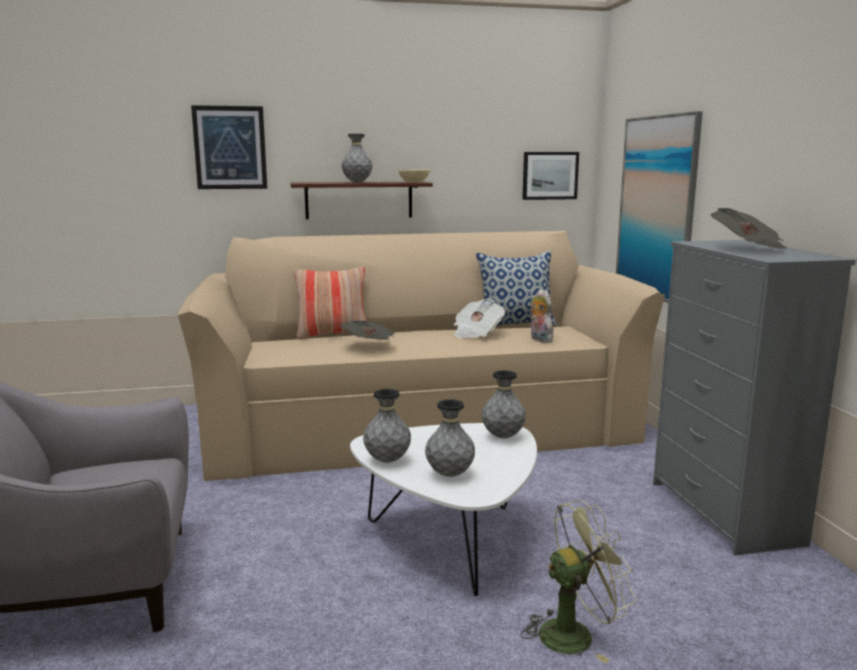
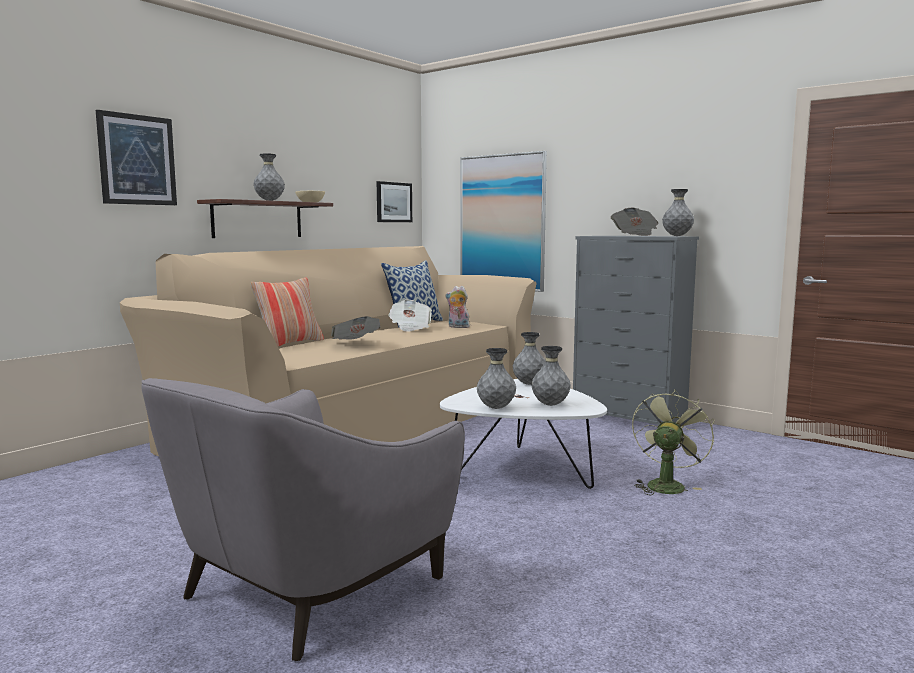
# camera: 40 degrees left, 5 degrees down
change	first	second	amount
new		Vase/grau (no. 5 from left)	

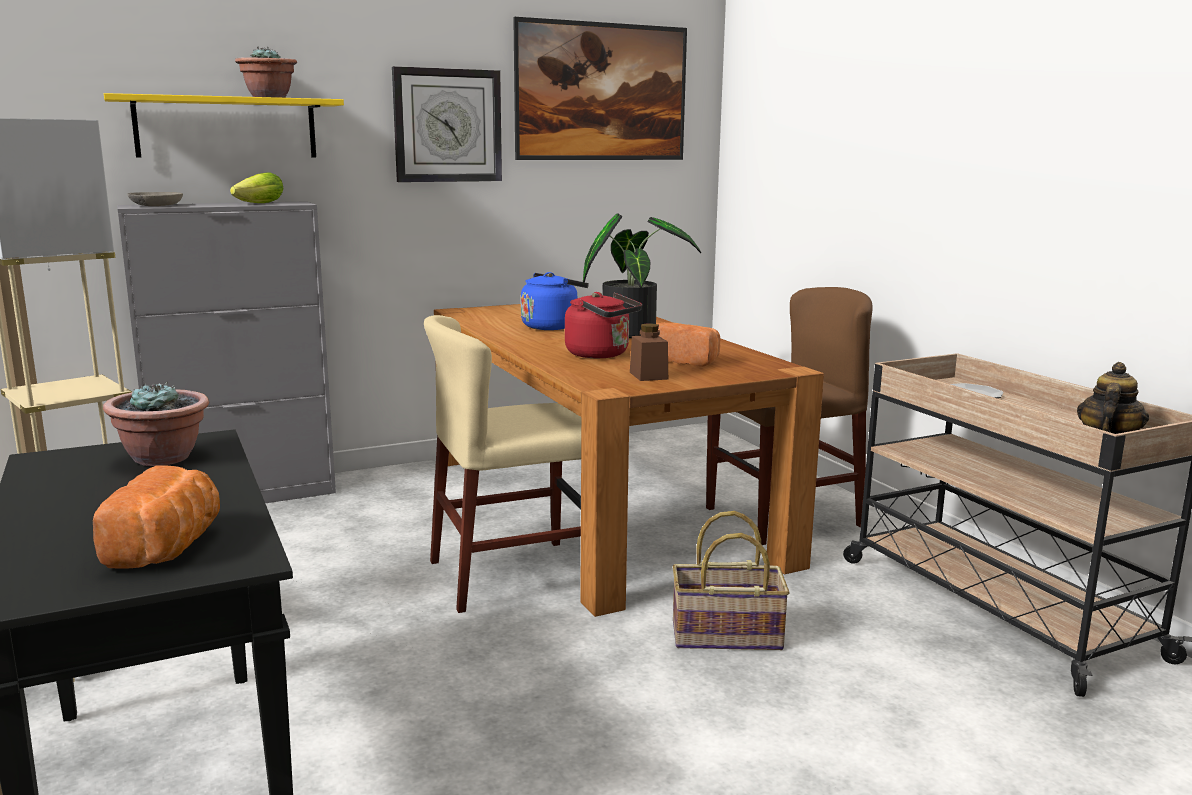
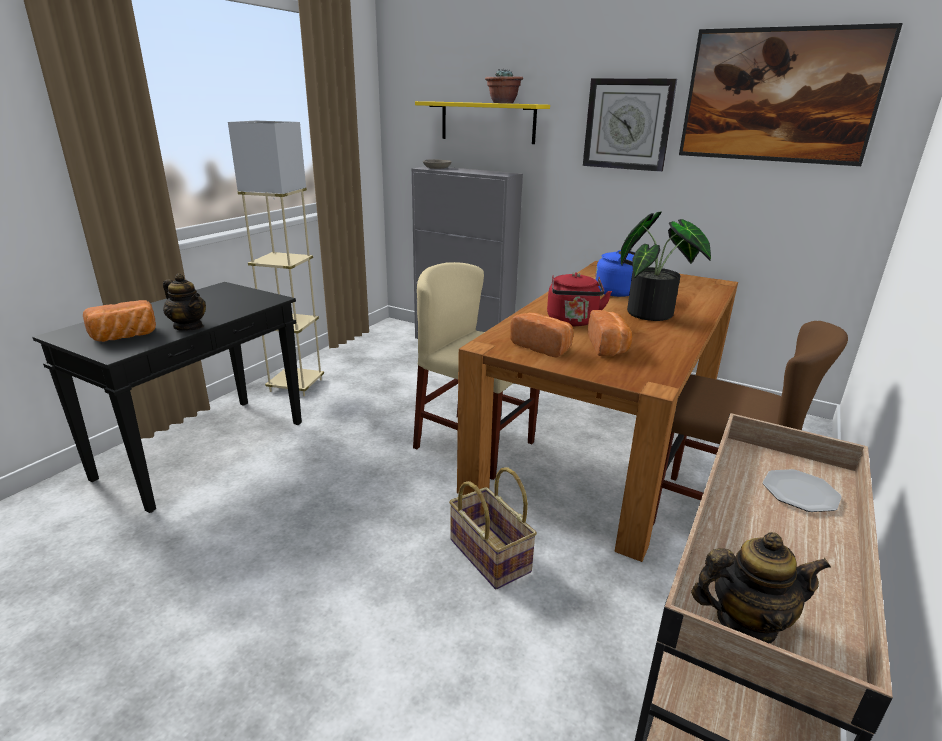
# camera: 55 degrees right, 10 degrees up
change	first	second	amount
gone	Salatkopf		
swapped	Vorratsglas/braun	Brot (no. 2 from left)	
gone	Topfpflanze (no. 1 from left)		
new		Teekanne (no. 1 from left)	

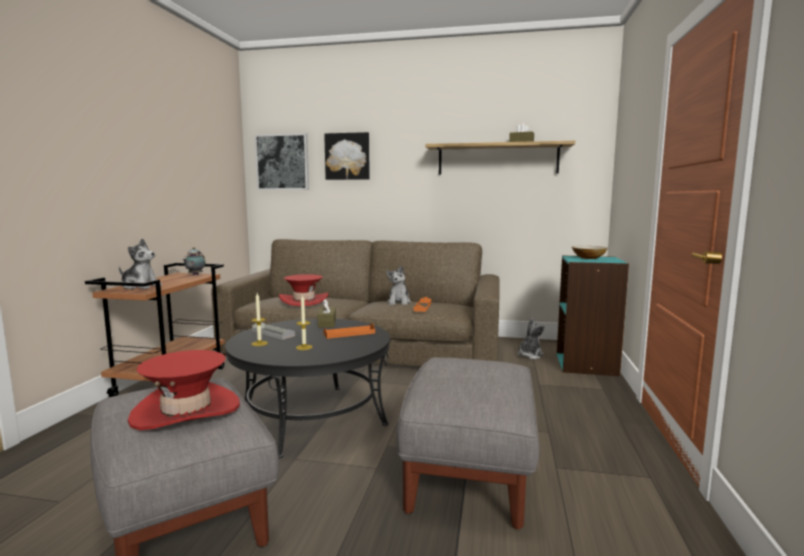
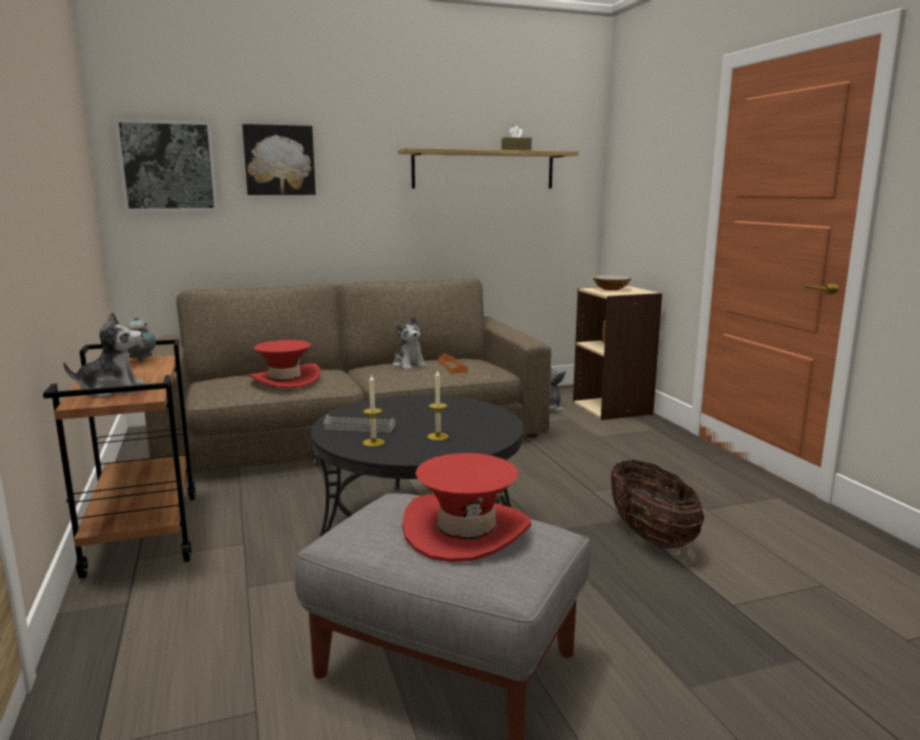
# camera: 30 degrees left, 5 degrees up
change	first	second	amount
repainted	Bücherregal/türkis	Bücherregal/beige	
gone	Taschentuchbox/braun (no. 1 from left)		
gone	Tablett/orange (no. 1 from left)		
swapped	Polsterhocker/grau (no. 2 from left)	Korb	

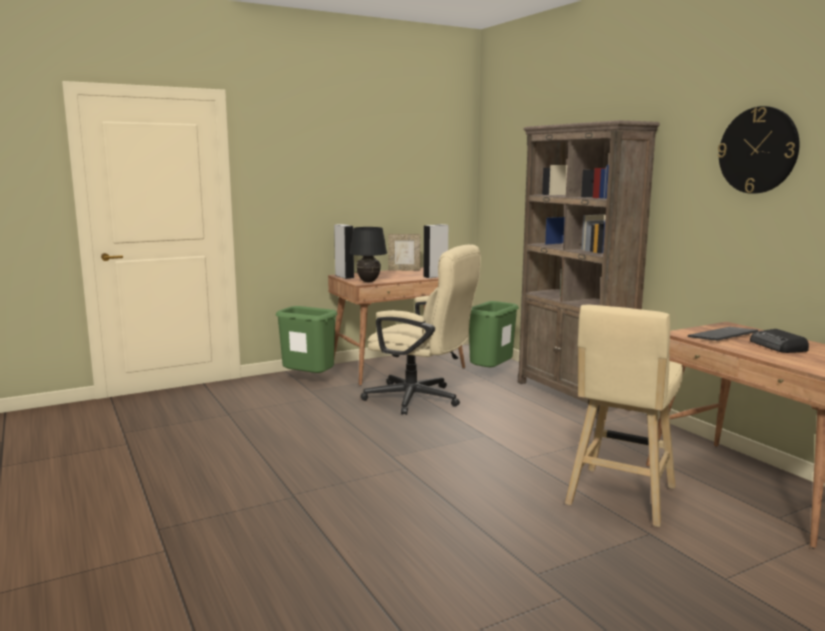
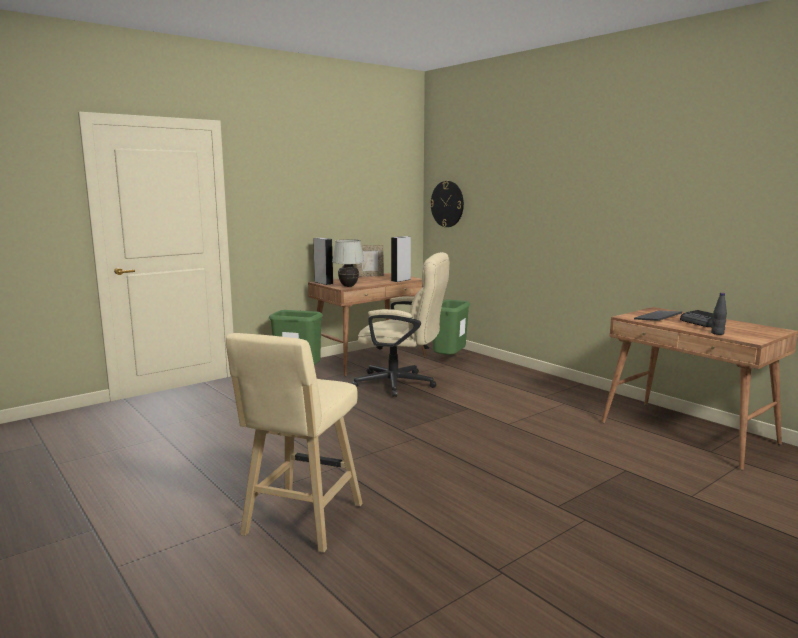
# camera: 10 degrees left, 0 degrees up
change	first	second	amount
shifted	Wanduhr		
gone	Bücherregal/braun		
repainted	Tischlampe/schwarz	Tischlampe/weiß	
shifted	Hocker/beige		
new		Flasche/schwarz	

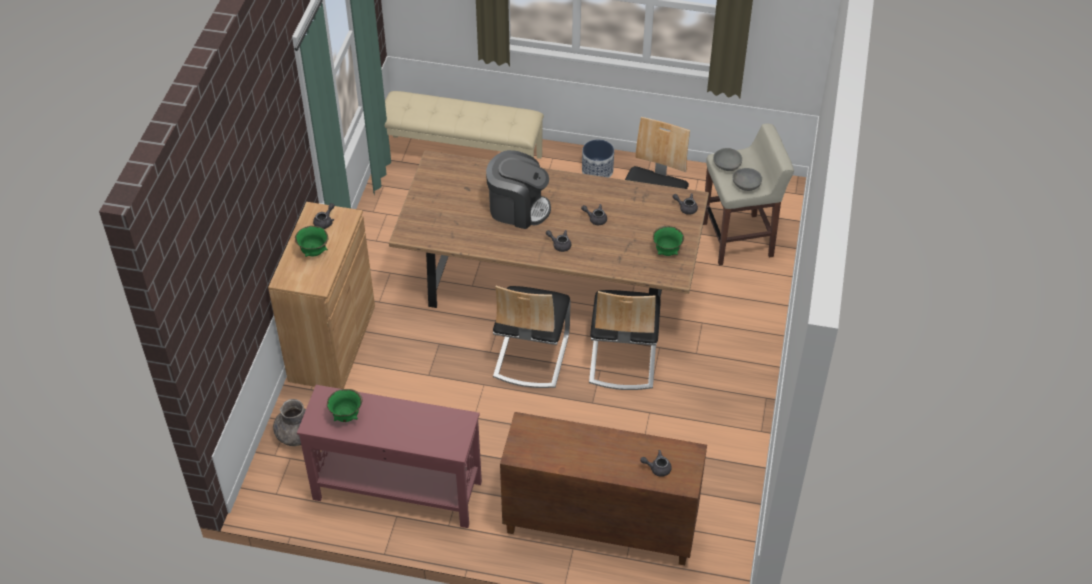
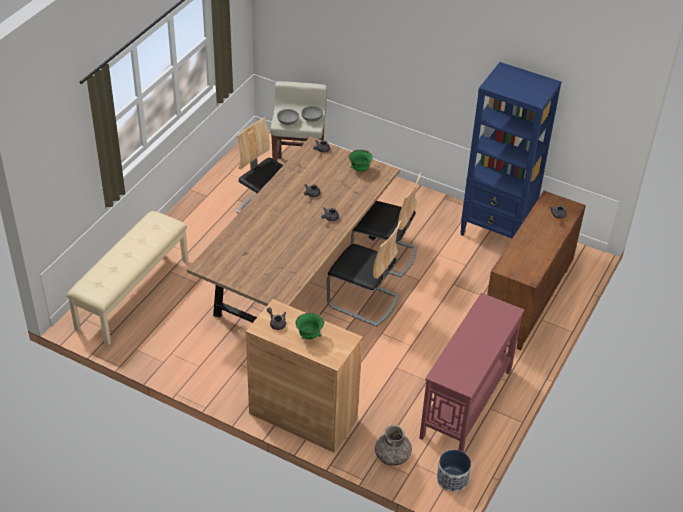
# camera: 75 degrees left, 5 degrees down
change	first	second	amount
shifted	Pflanzkübel		
gone	Kaffeemaschine		
gone	Schüssel/grün (no. 2 from left)		
new		Bücherregal/blau	

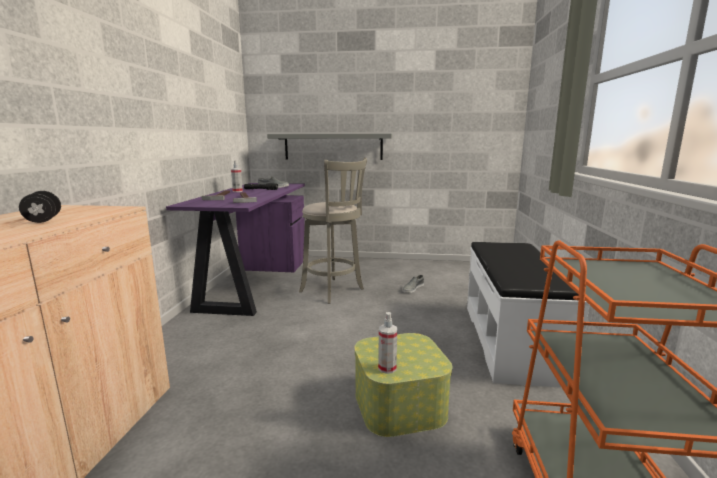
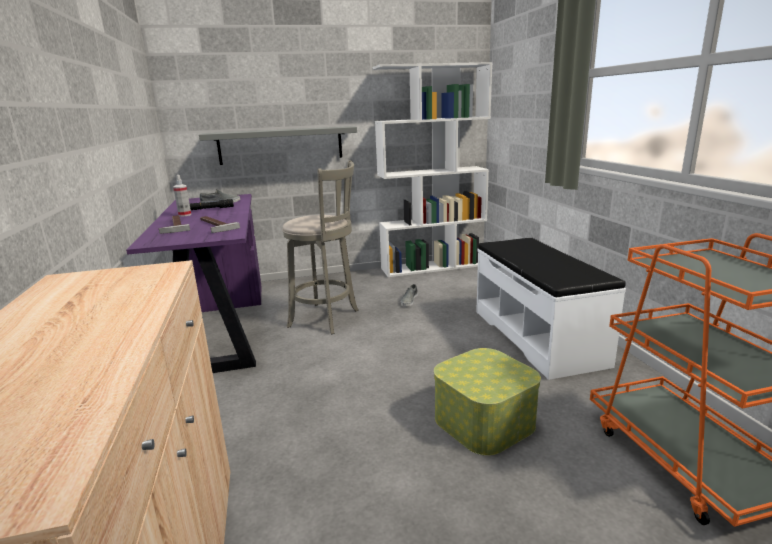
# camera: 20 degrees left, 5 degrees up
change	first	second	amount
gone	Hantel/schwarz		
gone	Sprühflasche (no. 2 from left)		
new		Bücherregal/weiß	

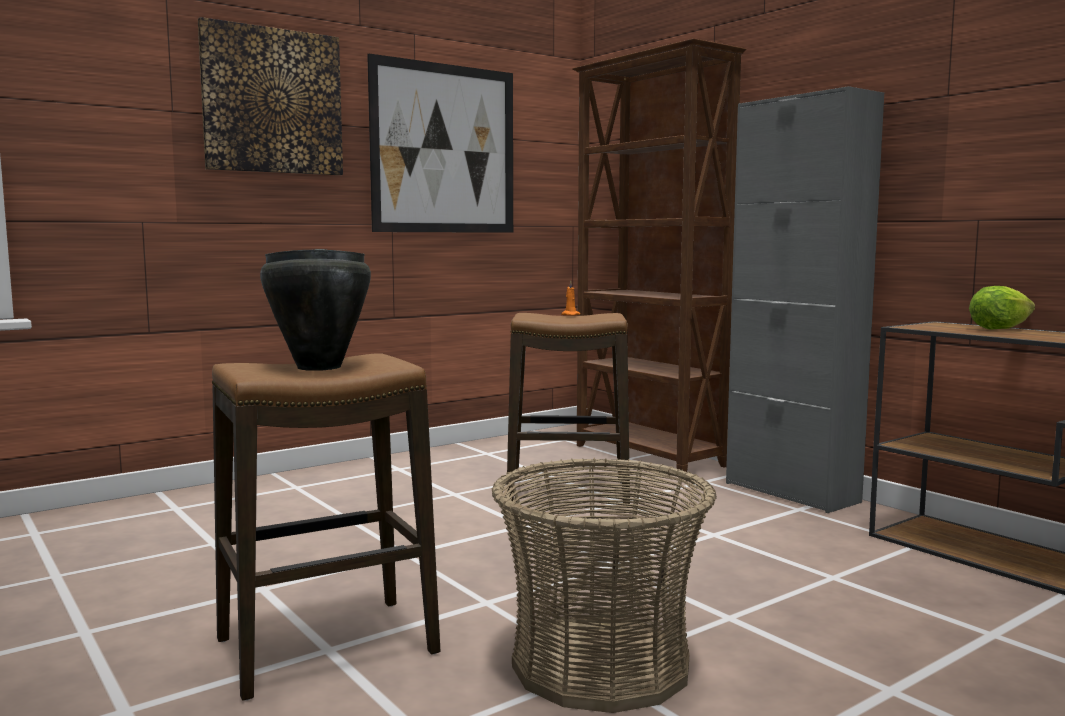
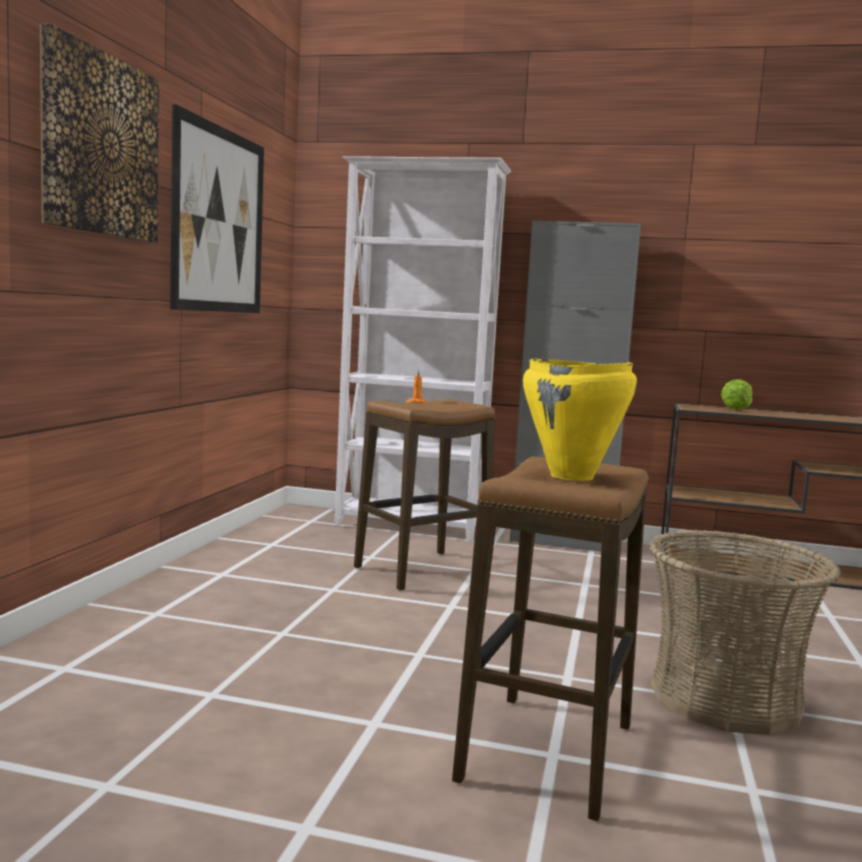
# camera: 40 degrees left, 0 degrees up
change	first	second	amount
repainted	Bücherregal/braun	Bücherregal/weiß	
repainted	Kochtopf/schwarz	Kochtopf/gelb	

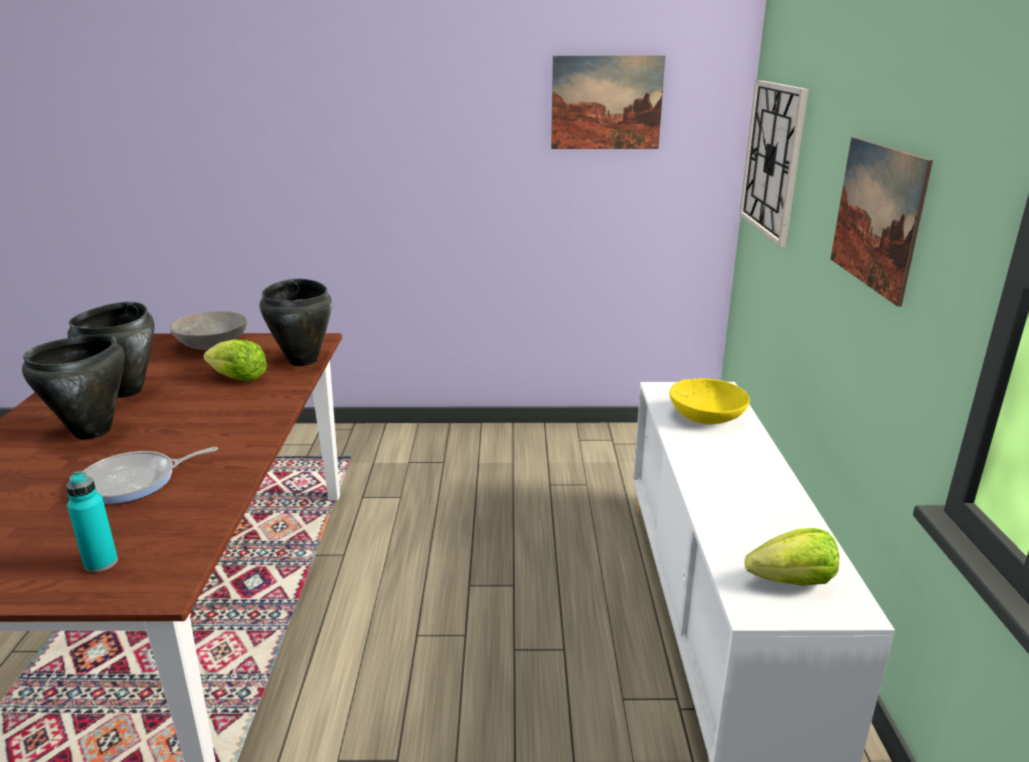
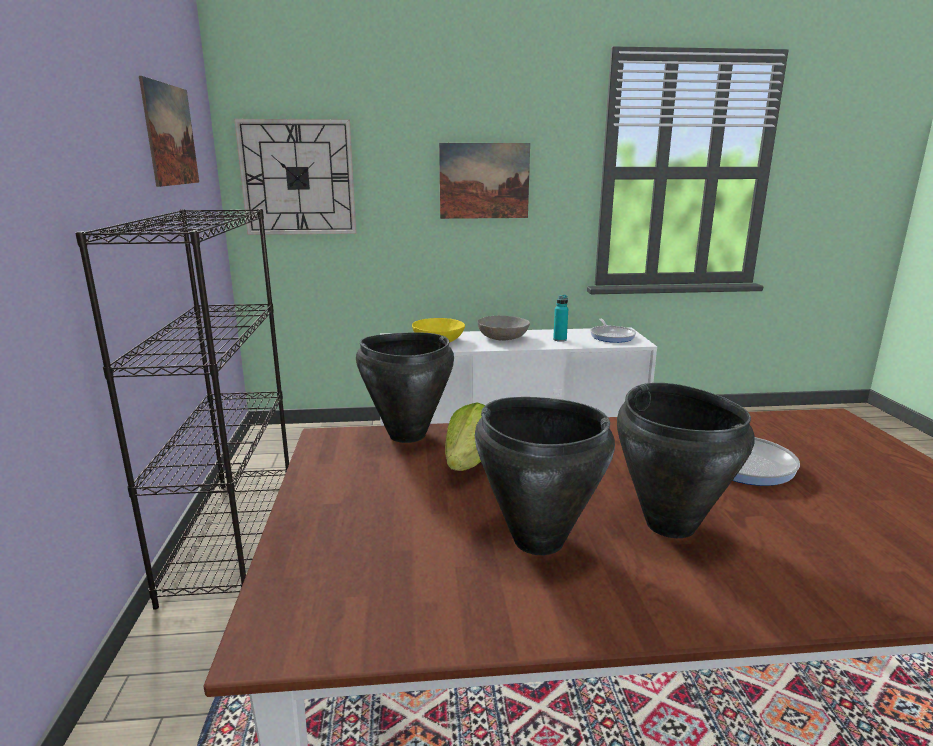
# camera: 95 degrees left, 5 degrees down
change	first	second	amount
shifted	Schüssel/grau		
shifted	Flasche/türkis		
swapped	Salatkopf (no. 2 from left)	Pfanne (no. 1 from left)	
new		Bücherregal/schwarz	

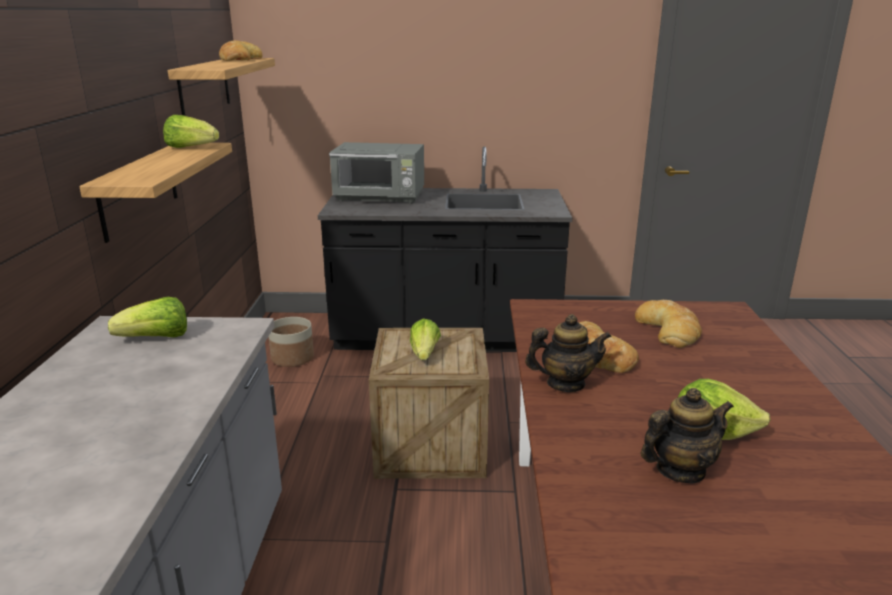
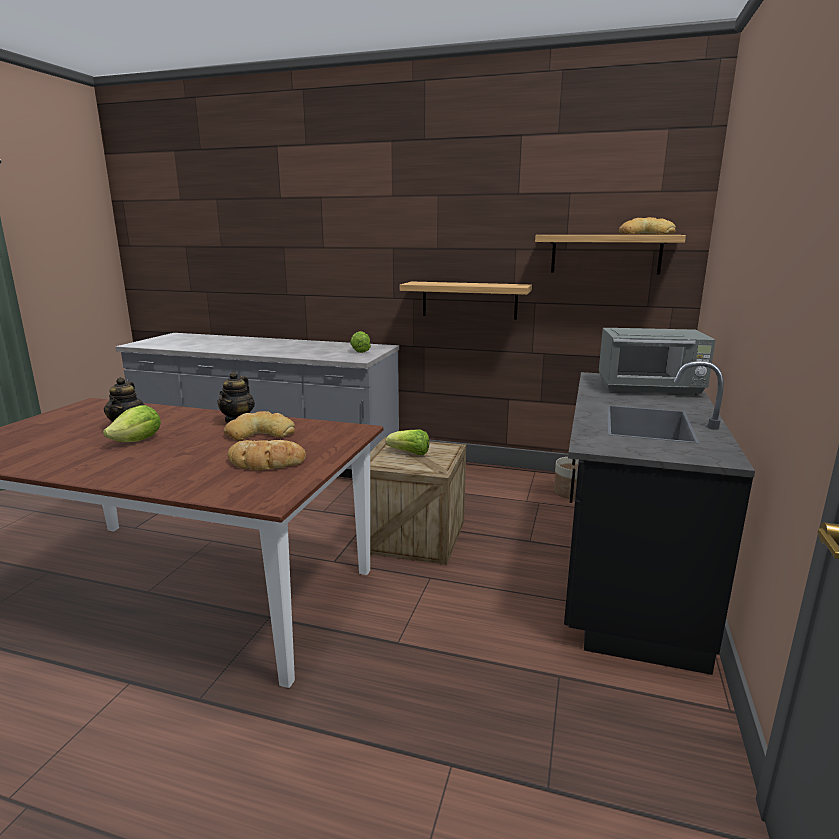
# camera: 105 degrees right, 5 degrees down
change	first	second	amount
gone	Salatkopf (no. 2 from left)		
rotated	Mikrowelle/grau		105 degrees counterclockwise

